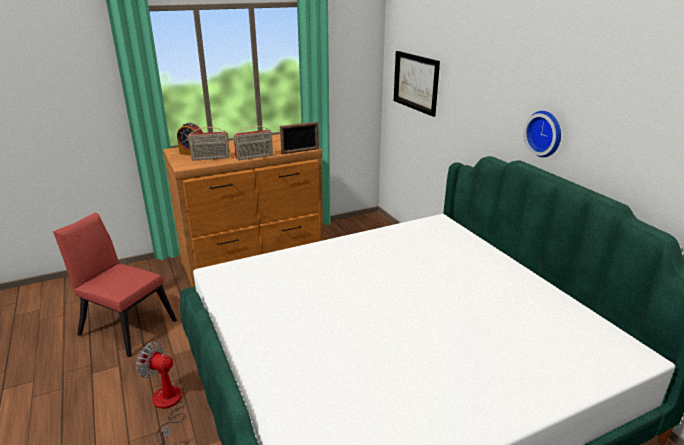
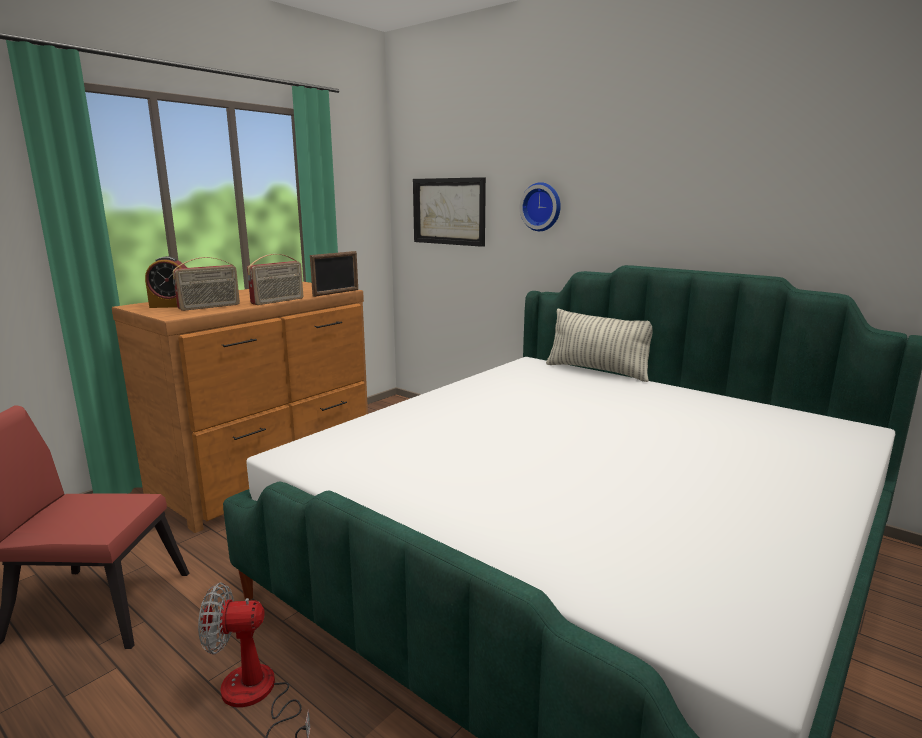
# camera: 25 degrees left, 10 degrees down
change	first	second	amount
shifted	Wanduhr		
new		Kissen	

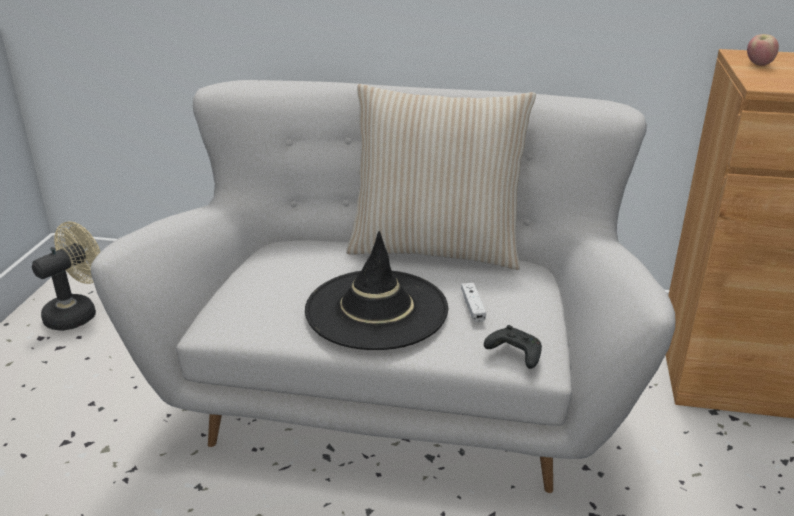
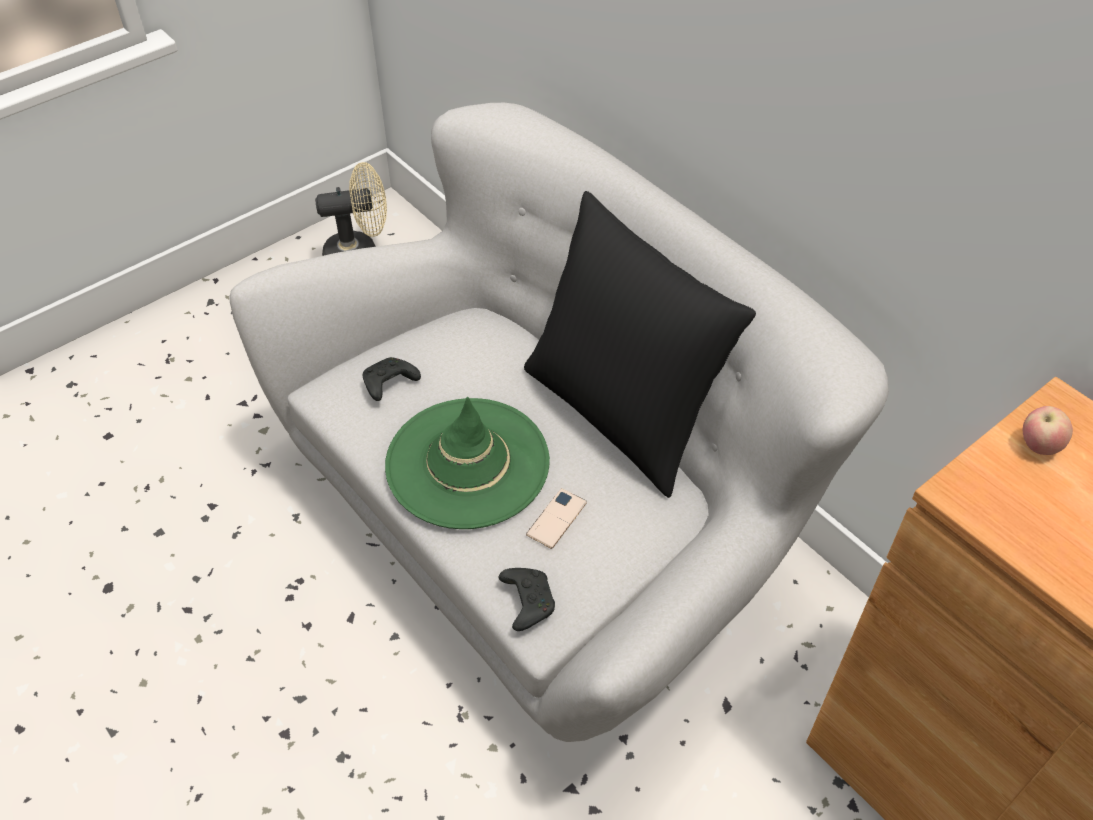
# camera: 40 degrees right, 20 degrees up
change	first	second	amount
repainted	Kissen/beige	Kissen/schwarz	
repainted	Hut/schwarz	Hut/grün	
swapped	Gamepad/weiß	Handy	
new		Gamepad/schwarz (no. 1 from left)	

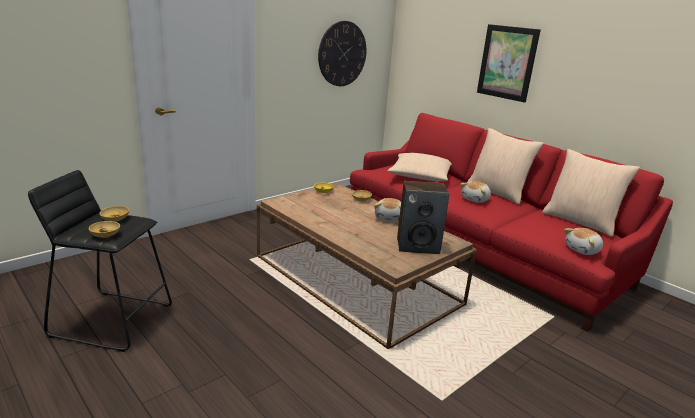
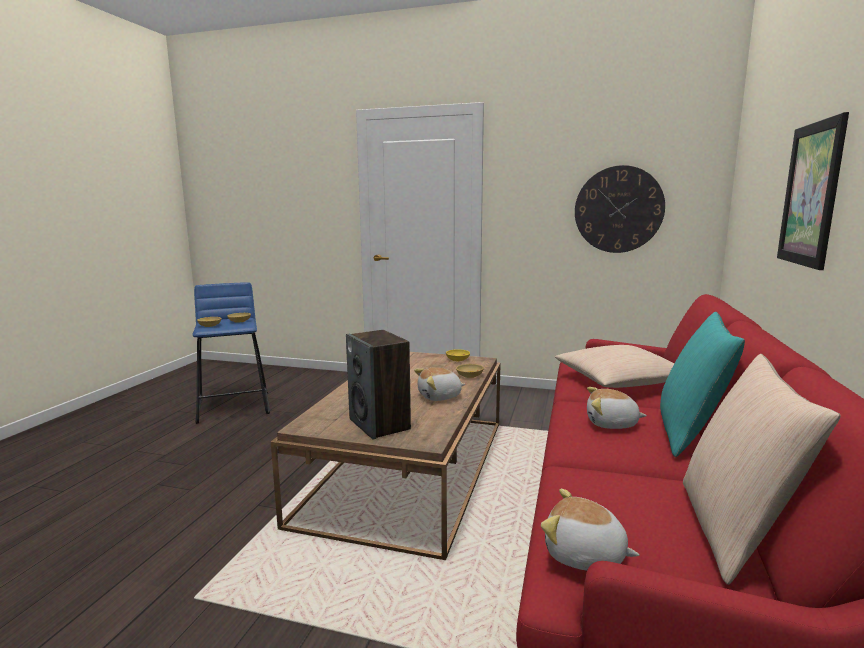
# camera: 60 degrees right, 10 degrees down
change	first	second	amount
repainted	Kissen/beige (no. 2 from left)	Kissen/türkis	
repainted	Hocker/schwarz	Hocker/blau	

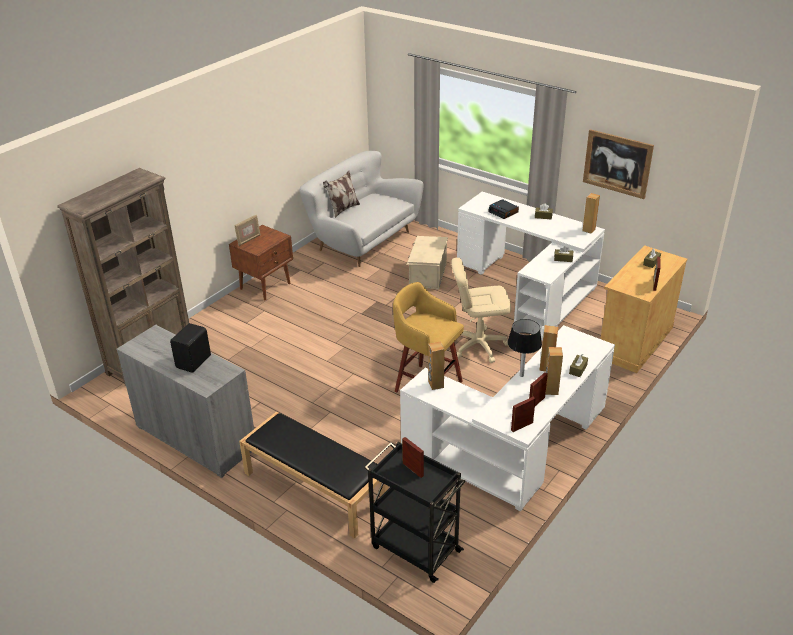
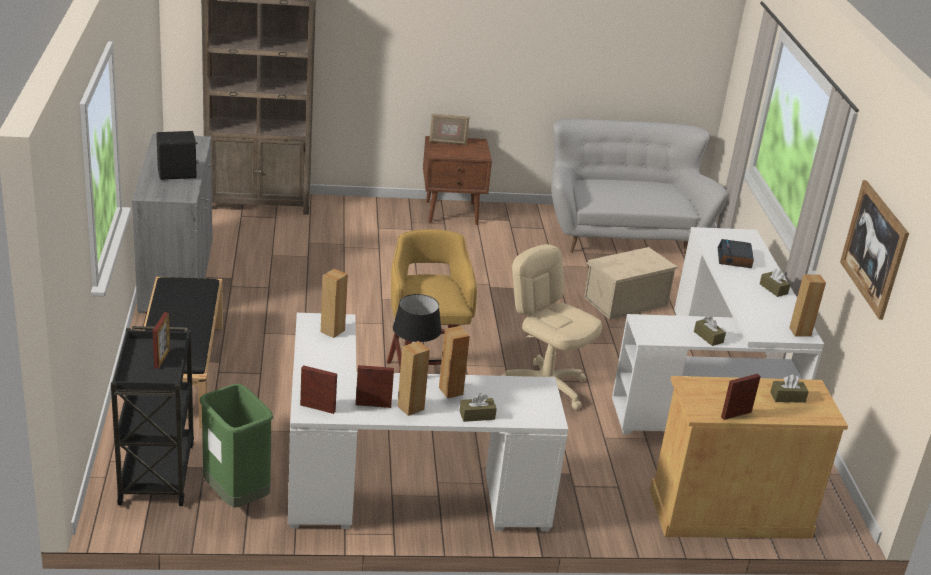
# camera: 45 degrees right, 5 degrees down
change	first	second	amount
gone	Kissen		
new		Mülleimer/grün	

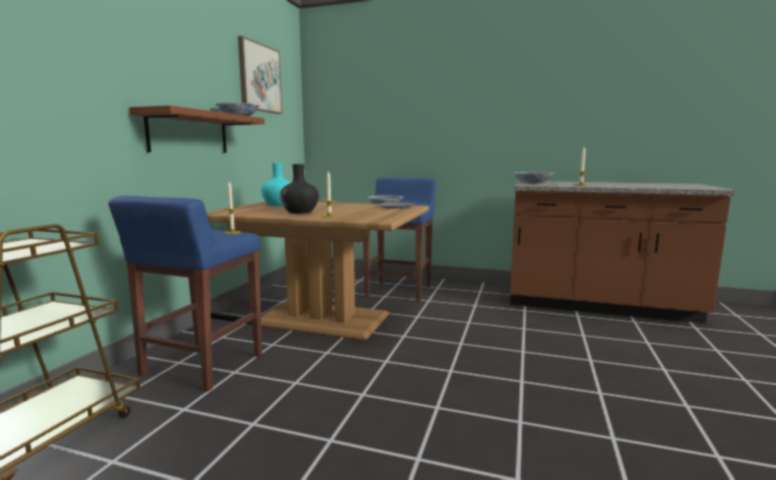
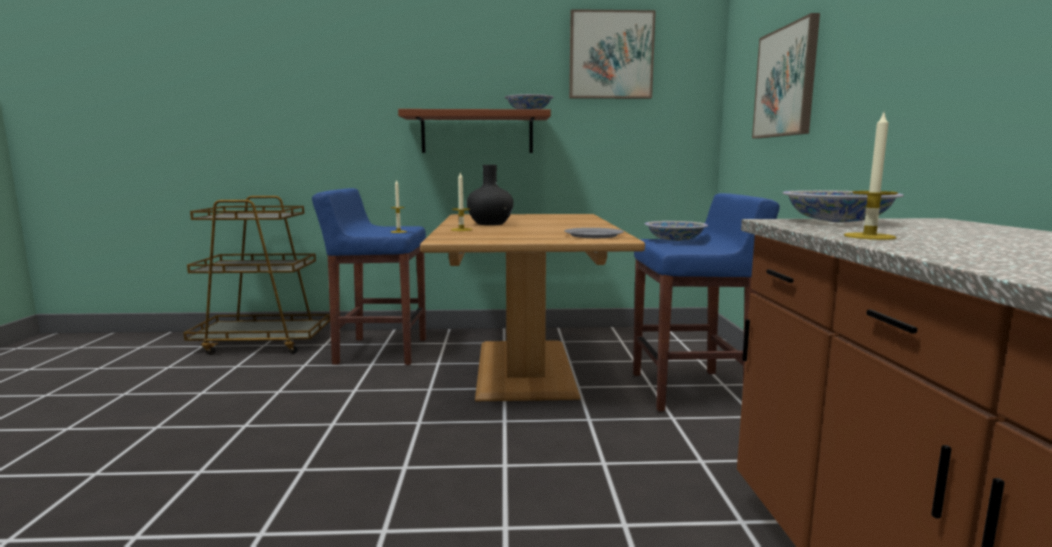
# camera: 70 degrees right, 0 degrees up
change	first	second	amount
gone	Vase/türkis		
new		Bild (no. 2 from left)	

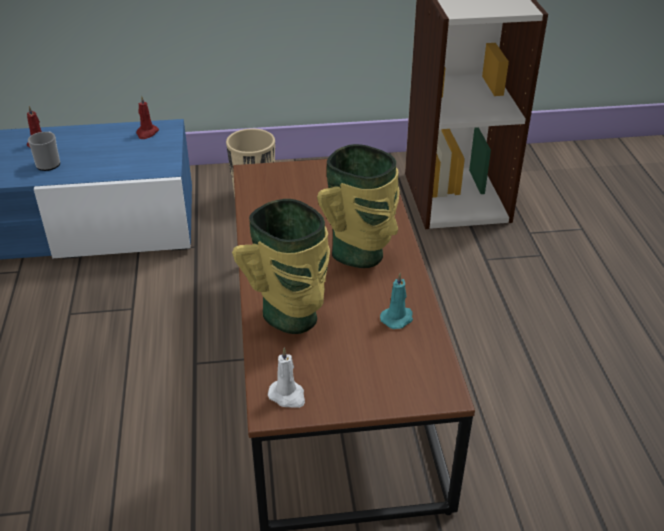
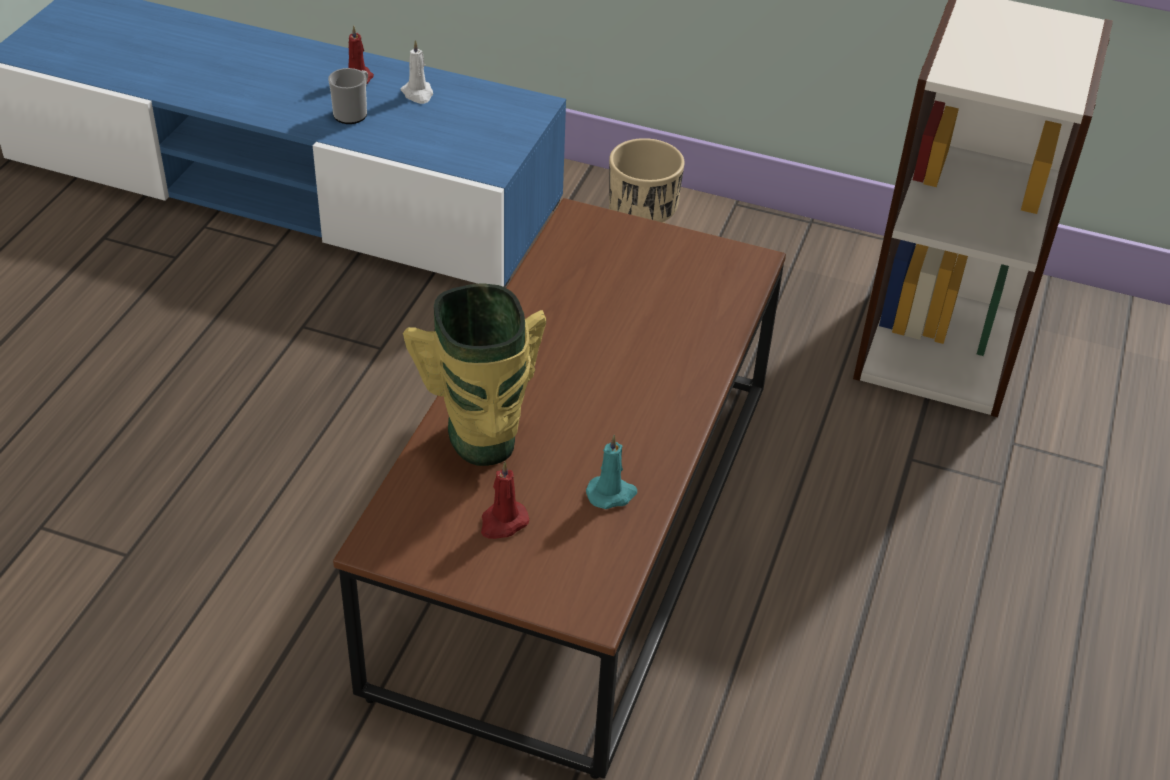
# camera: 25 degrees right, 5 degrees up
change	first	second	amount
shifted	Kerze/rot (no. 2 from left)		
gone	Vase (no. 2 from left)		
shifted	Kerze/weiß		

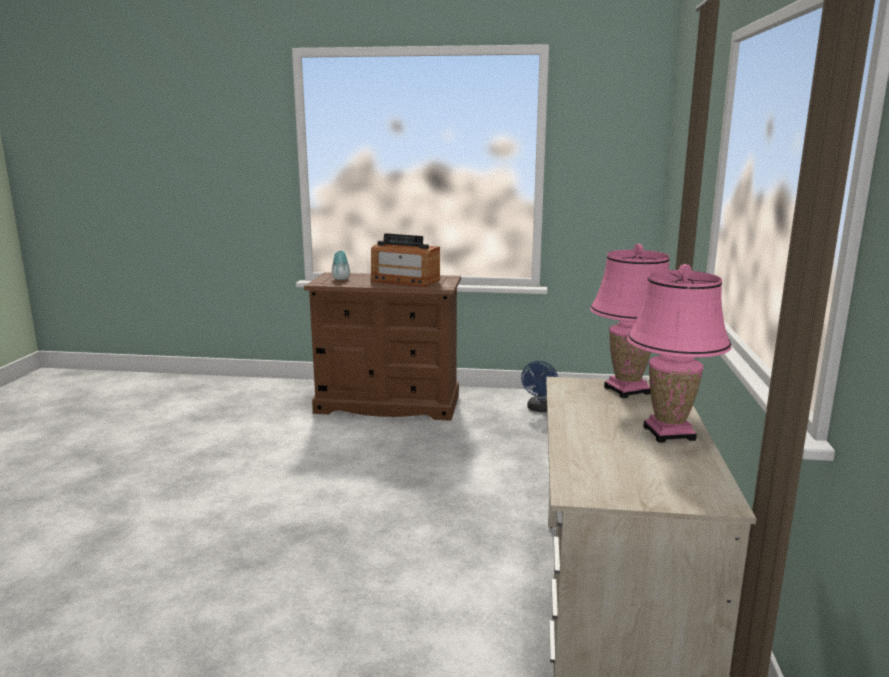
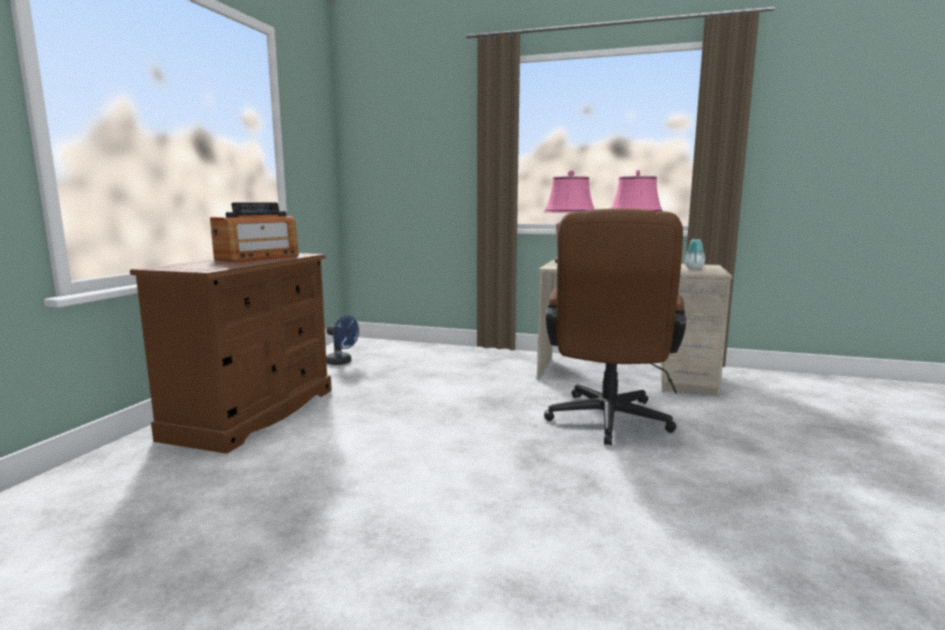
# camera: 80 degrees left, 5 degrees down
change	first	second	amount
shifted	Vase		
new		Bürostuhl/braun	

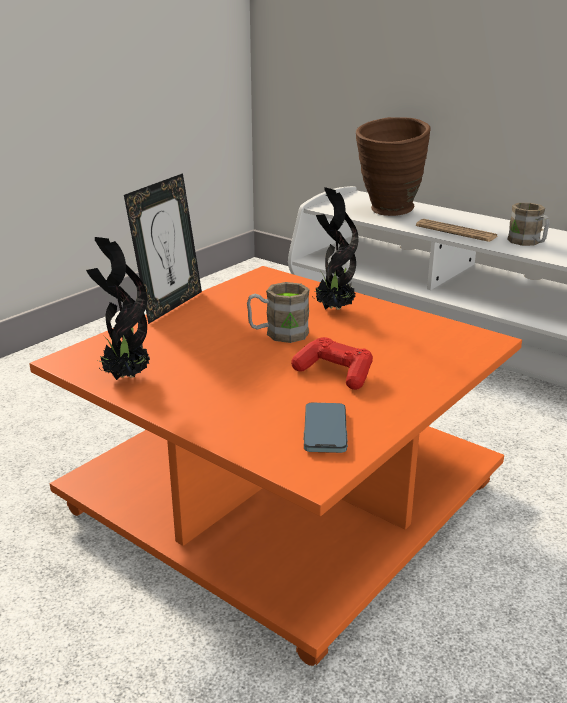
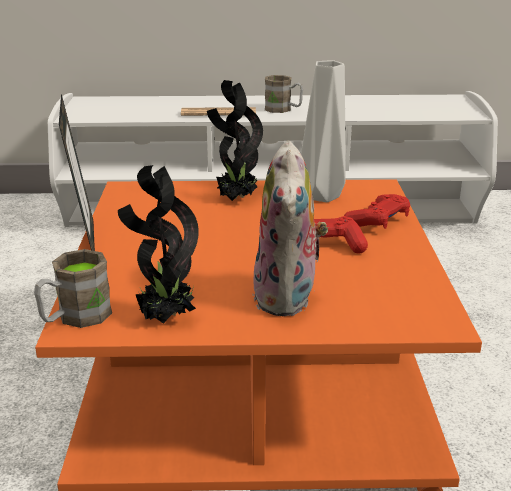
# camera: 40 degrees left, 0 degrees up
change	first	second	amount
gone	Vase/braun		
shifted	Henkelbecher/braun (no. 1 from left)		
gone	Handy		
new		Vase/grau	
new		Plüschtier	
new		Gamepad/rot (no. 2 from left)	

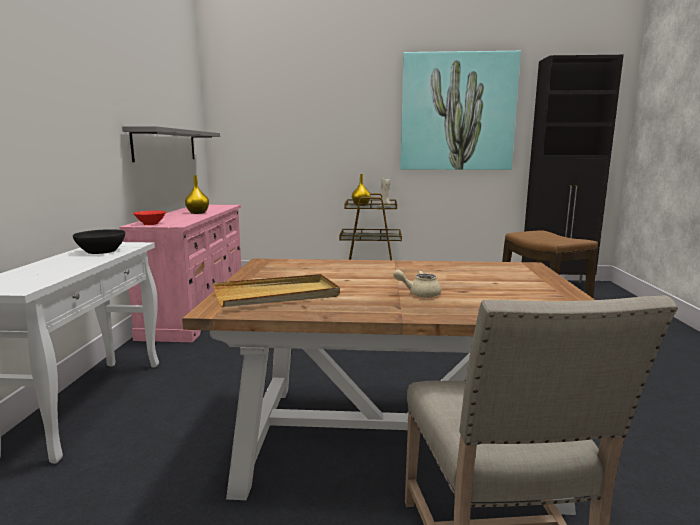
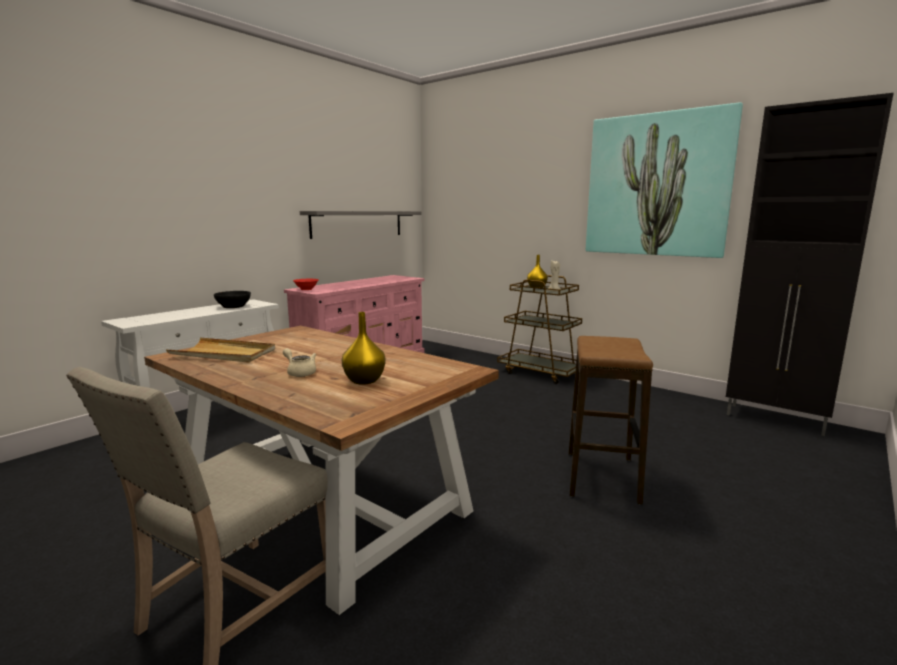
# camera: 35 degrees right, 0 degrees up
change	first	second	amount
shifted	Vase/gelb (no. 1 from left)		

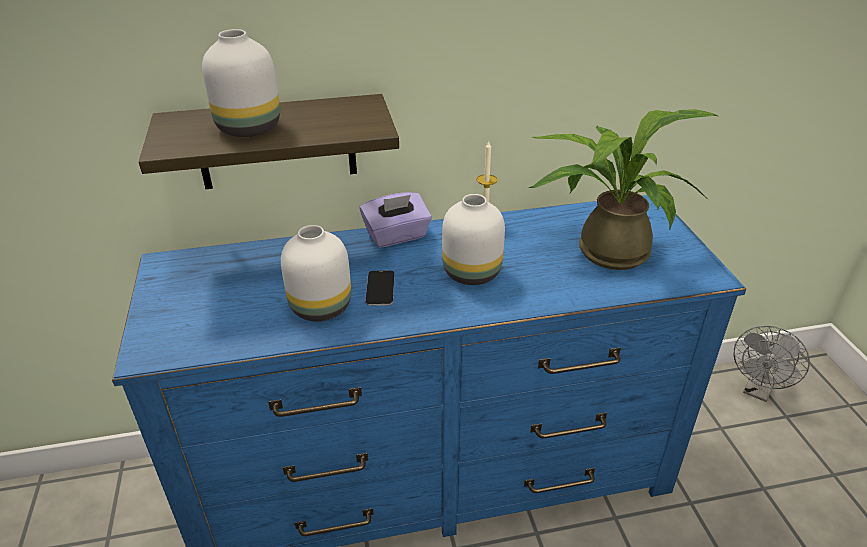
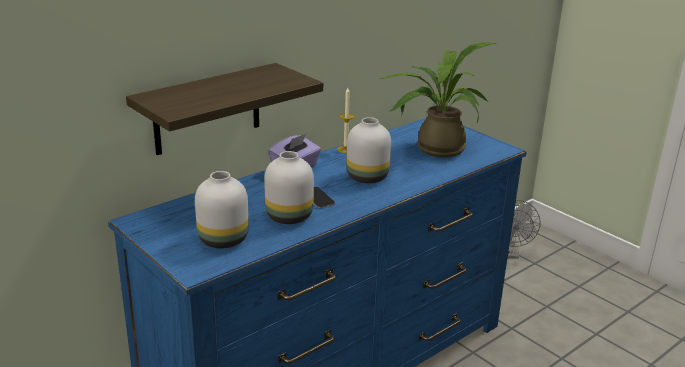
# camera: 30 degrees left, 10 degrees down
change	first	second	amount
shifted	Vase/weiß (no. 1 from left)		

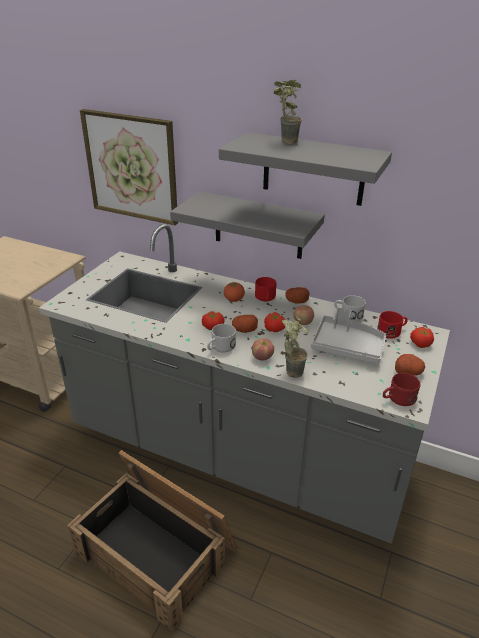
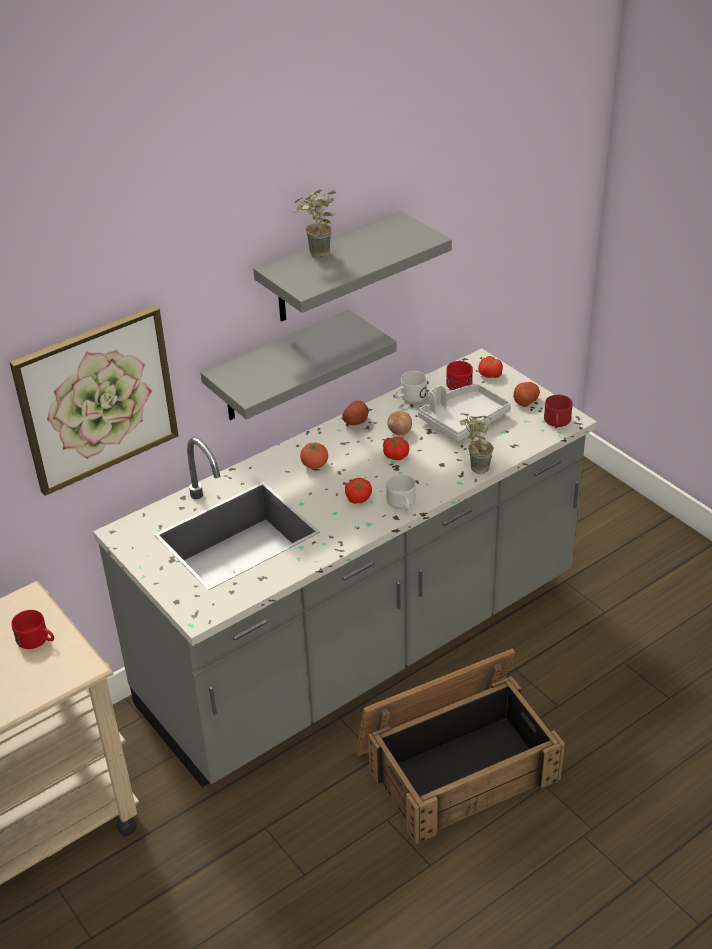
# camera: 60 degrees left, 5 degrees up
change	first	second	amount
shifted	Henkelbecher/rot (no. 1 from left)		
gone	Kartoffel (no. 1 from left)		
gone	Apfel (no. 1 from left)		

